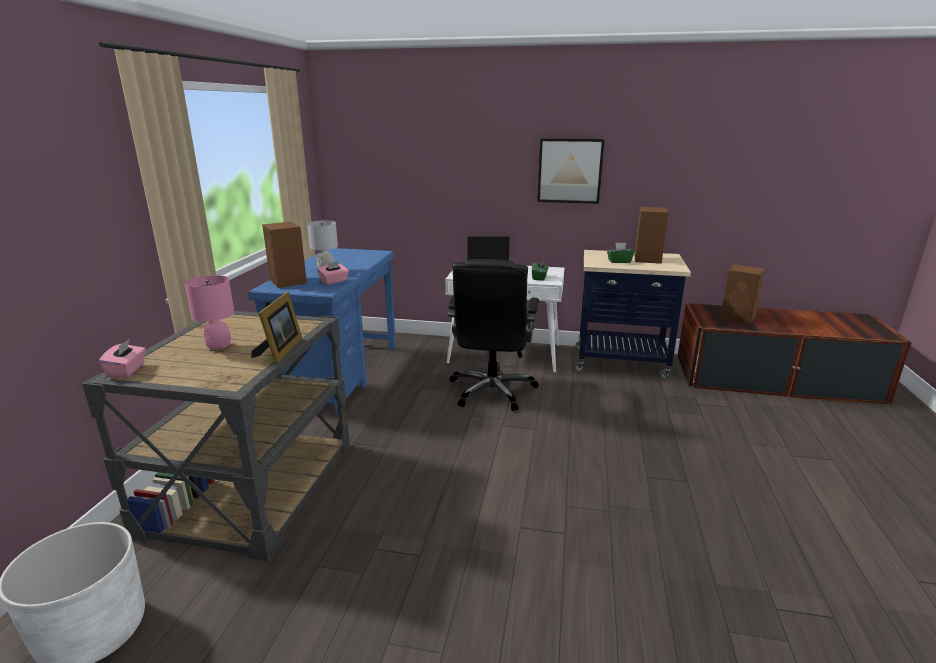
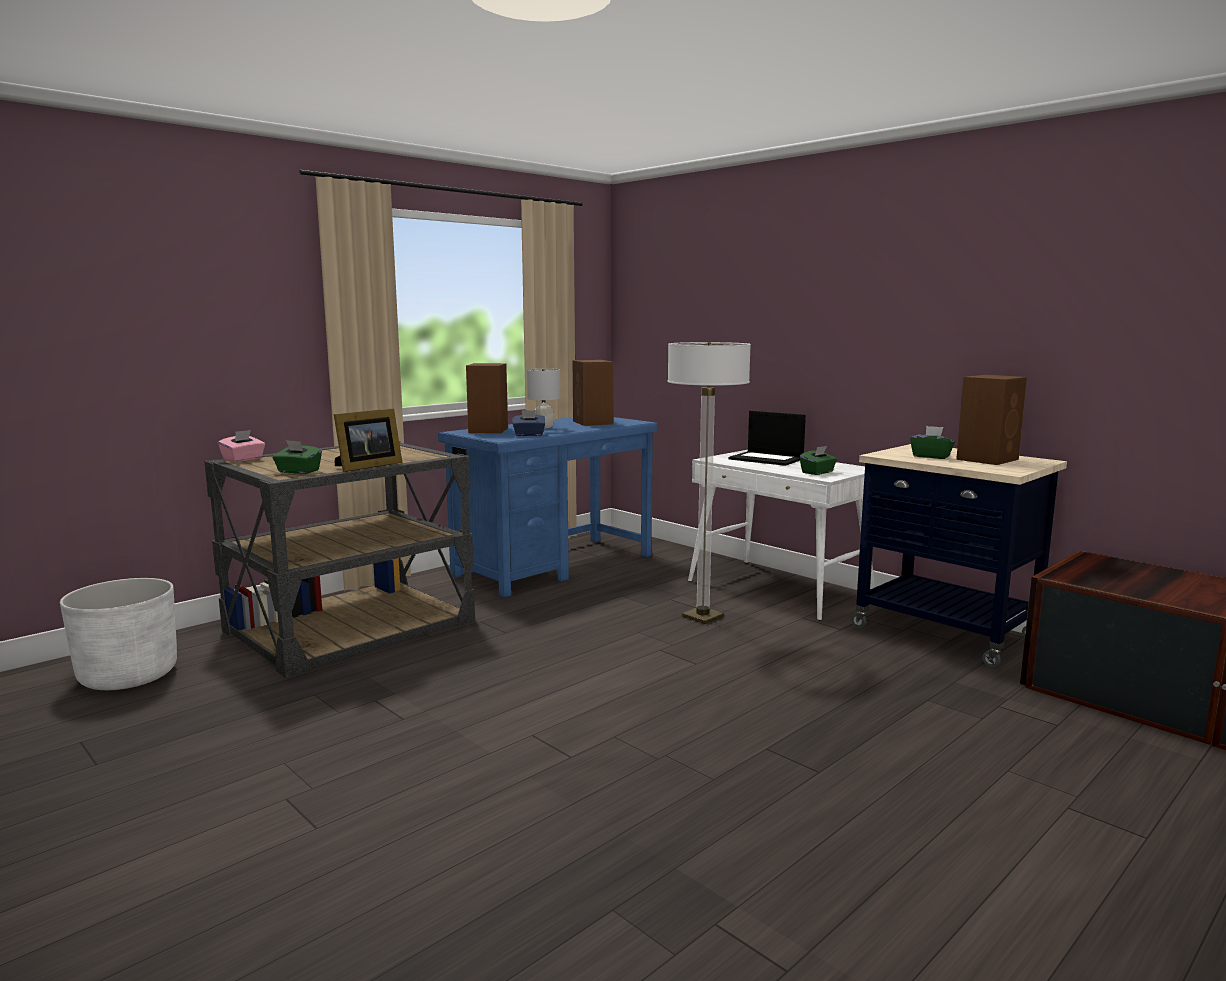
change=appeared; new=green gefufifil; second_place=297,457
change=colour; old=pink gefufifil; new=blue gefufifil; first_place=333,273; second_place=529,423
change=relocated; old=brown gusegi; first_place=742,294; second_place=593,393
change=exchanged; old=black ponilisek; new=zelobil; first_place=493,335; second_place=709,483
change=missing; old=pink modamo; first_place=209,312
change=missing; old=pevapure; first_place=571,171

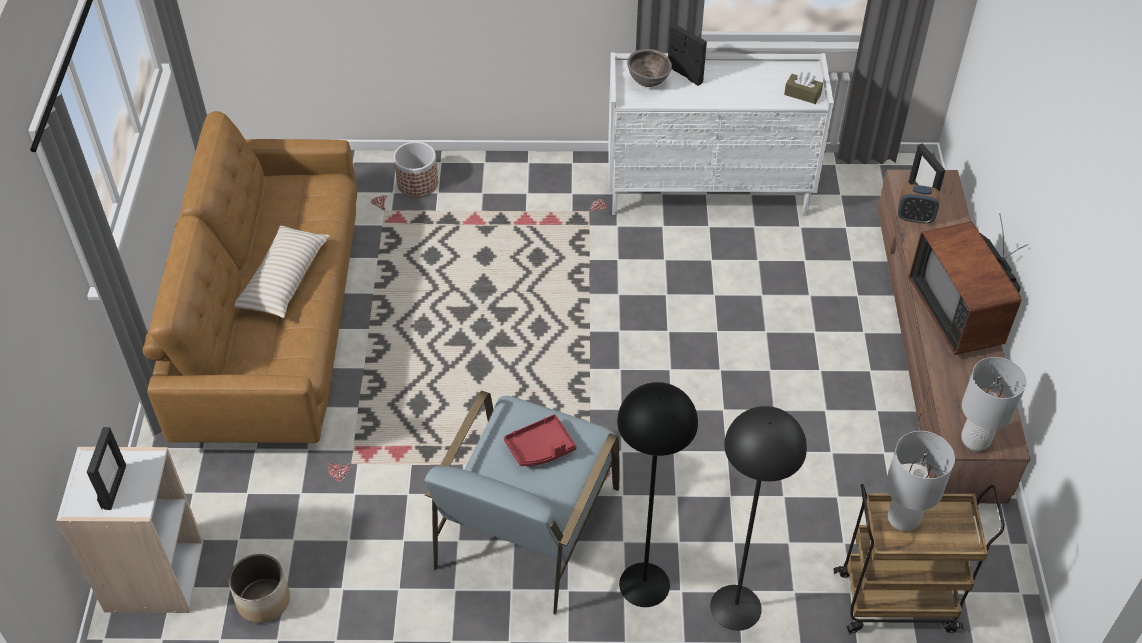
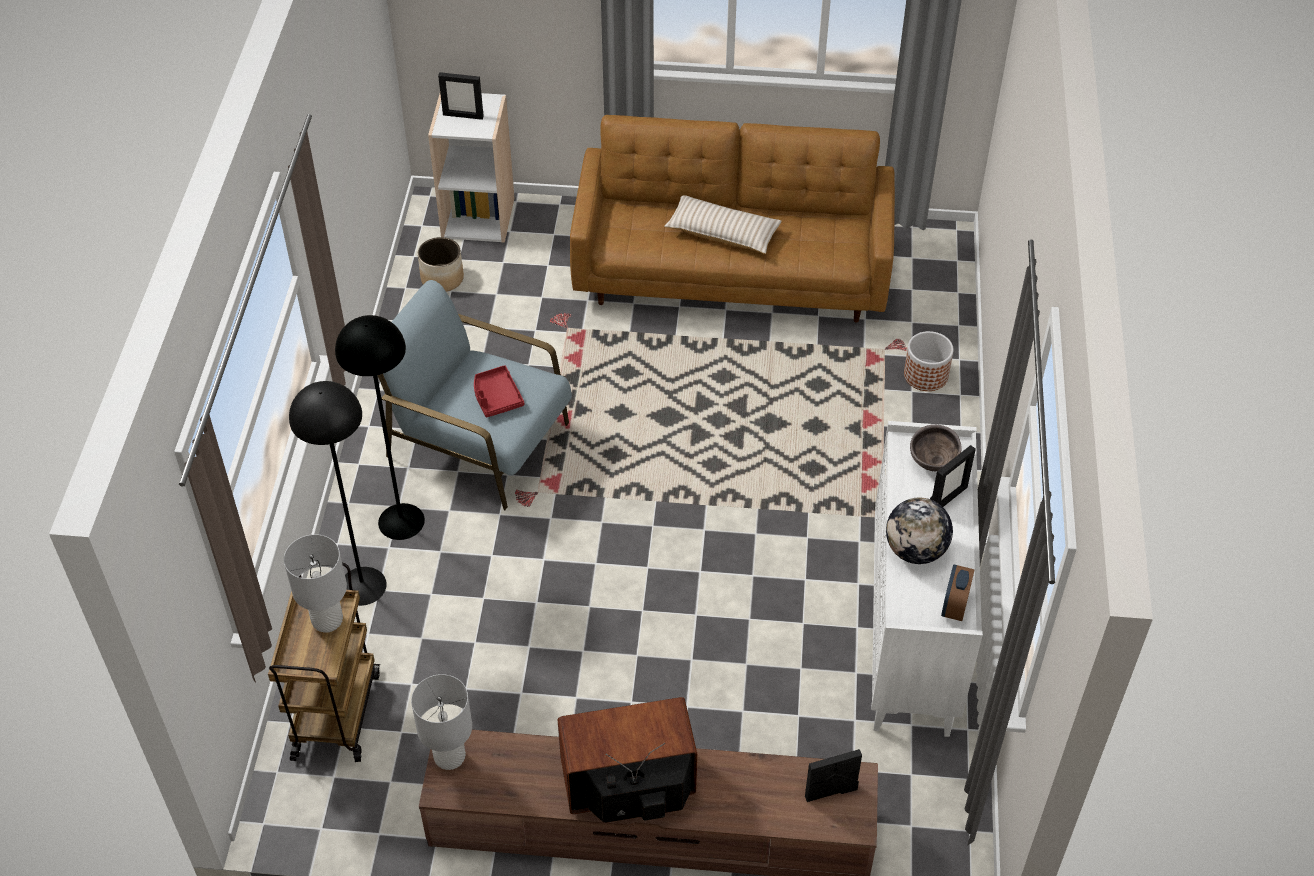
change=appeared; new=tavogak; second_place=919,531
change=relocated; old=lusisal; first_place=919,204; second_place=958,593
change=missing; old=brown gefufifil; first_place=803,87

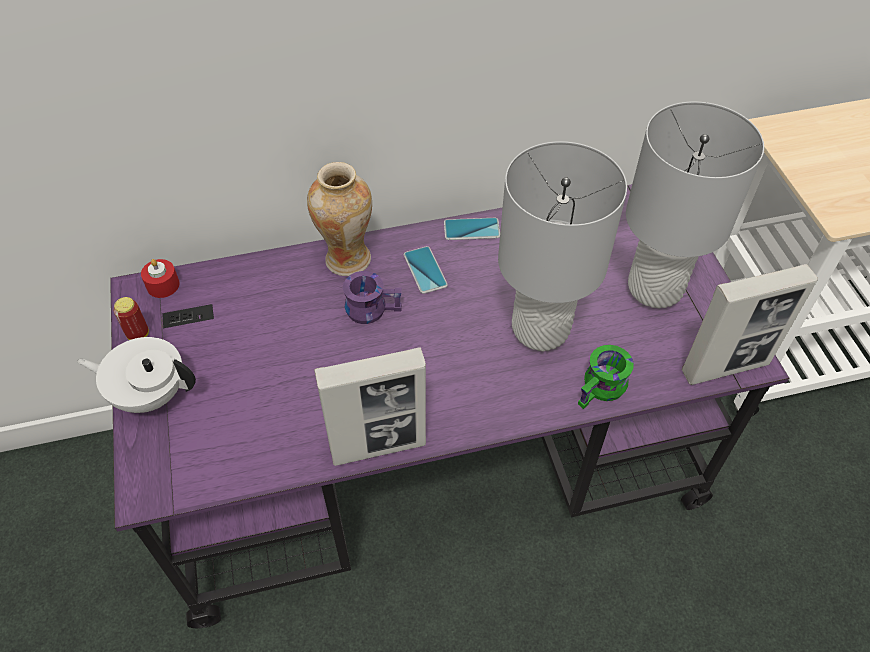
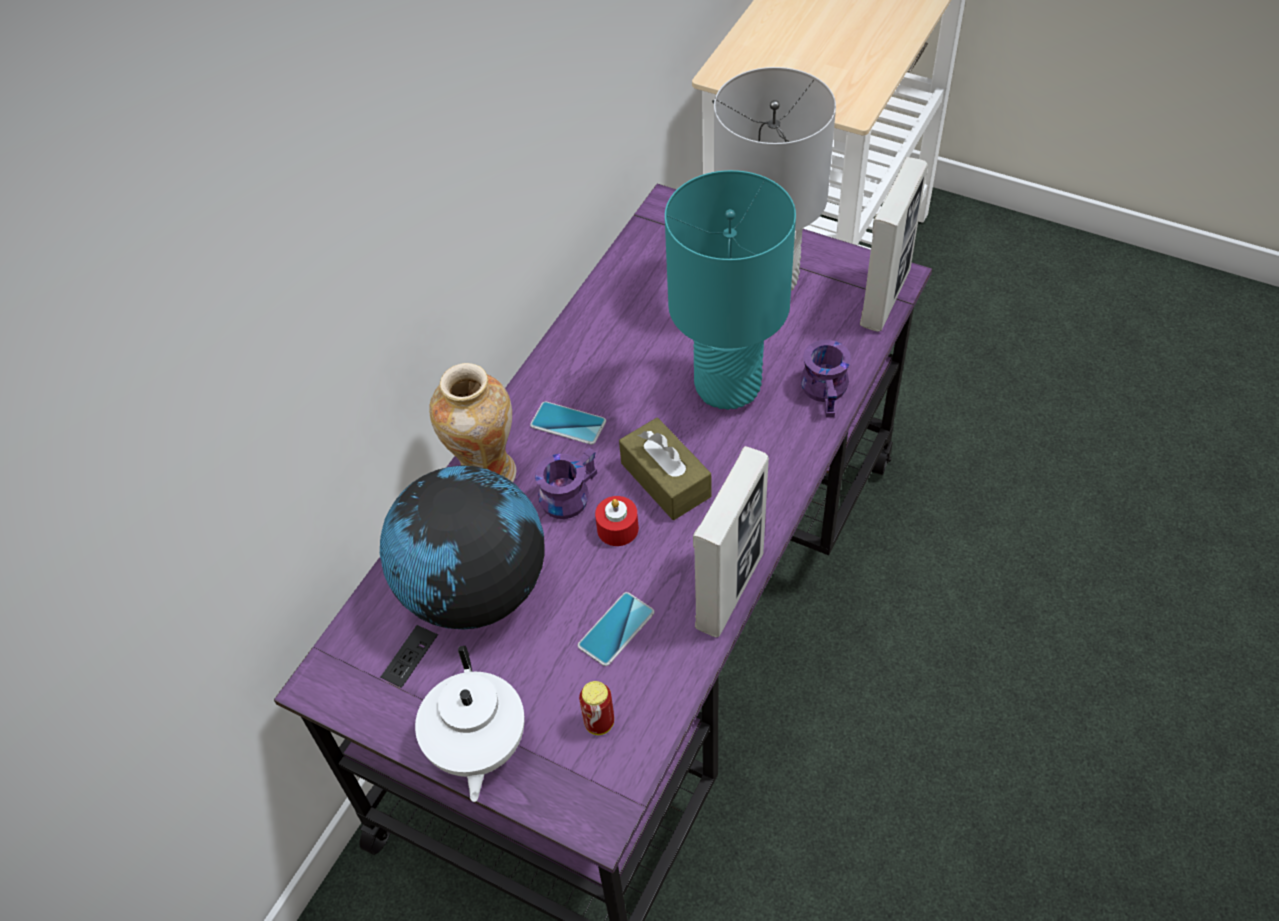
change=appeared; new=tavogak; second_place=462,548
change=spun; old=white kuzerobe; first_place=136,375; second_place=469,724; degrees=-60
change=relocated; old=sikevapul; first_place=472,229; second_place=616,629
change=relocated; old=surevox; first_place=131,318; second_place=596,708
change=relocated; old=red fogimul; first_place=160,278; second_place=617,521
change=appeared; new=brown gefufifil; second_place=665,469
change=colour; old=grey modamo; new=turquoise modamo; first_place=562,246; second_place=730,290
change=colour; old=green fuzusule; new=purple fuzusule; first_place=606,377; second_place=826,378

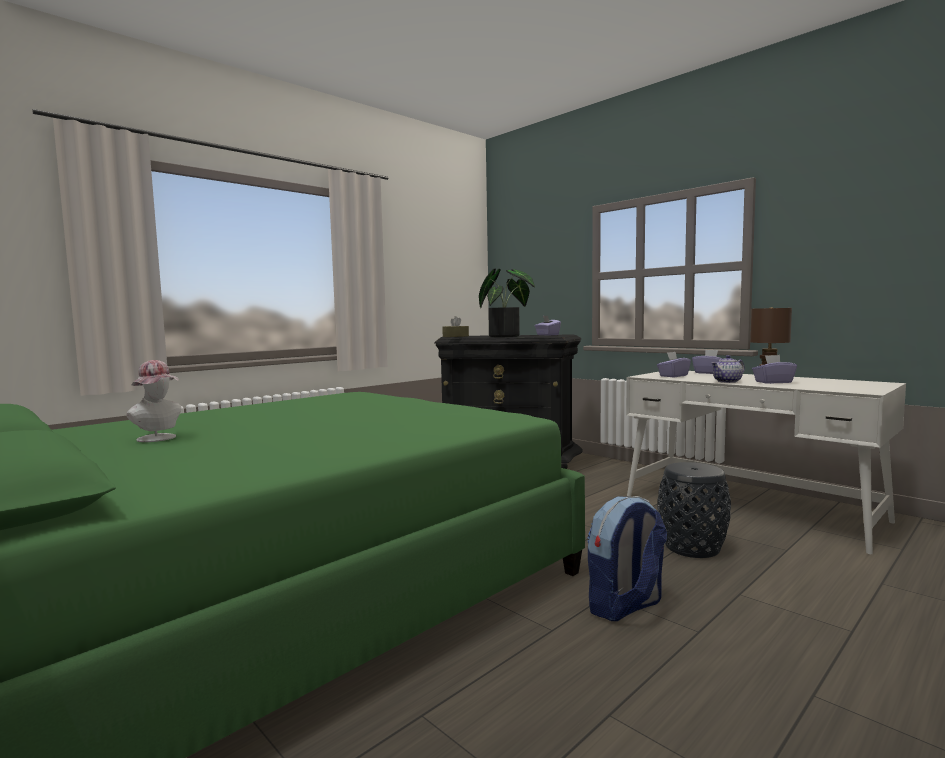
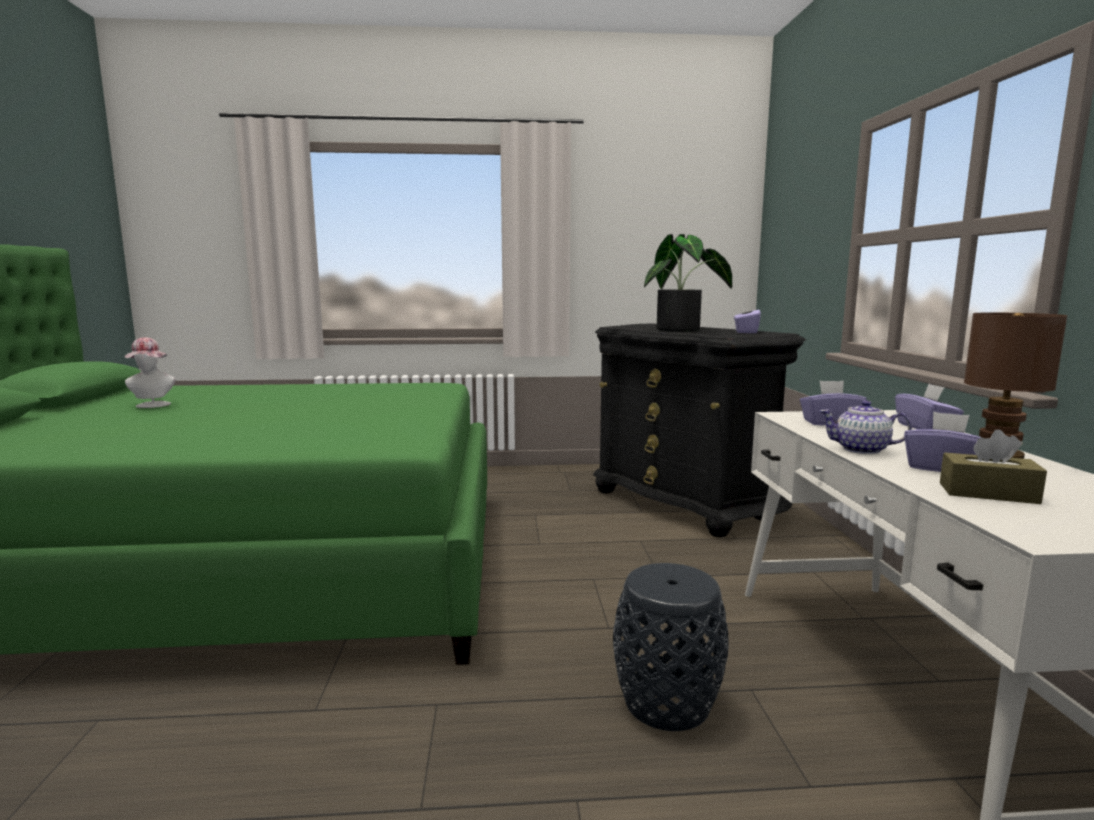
change=relocated; old=brown gefufifil; first_place=455,326; second_place=993,466
change=missing; old=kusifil; first_place=627,558

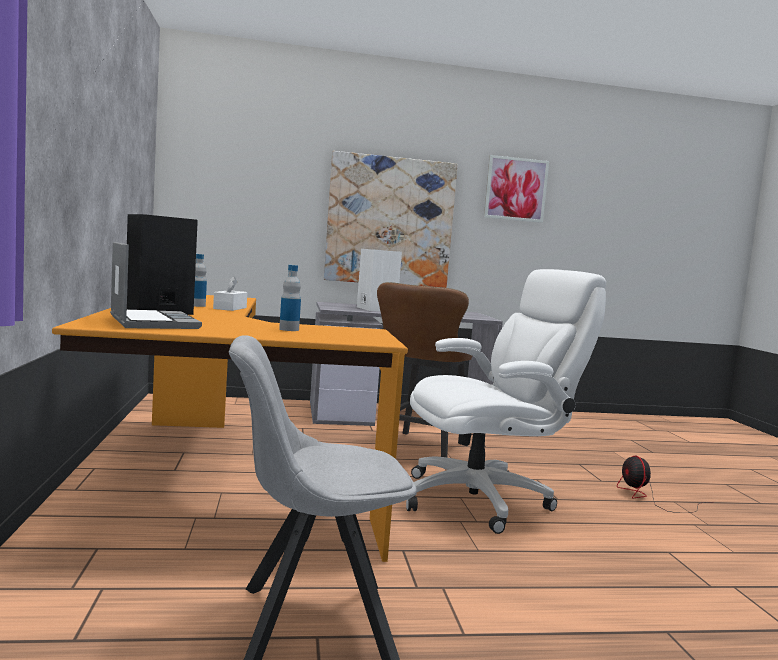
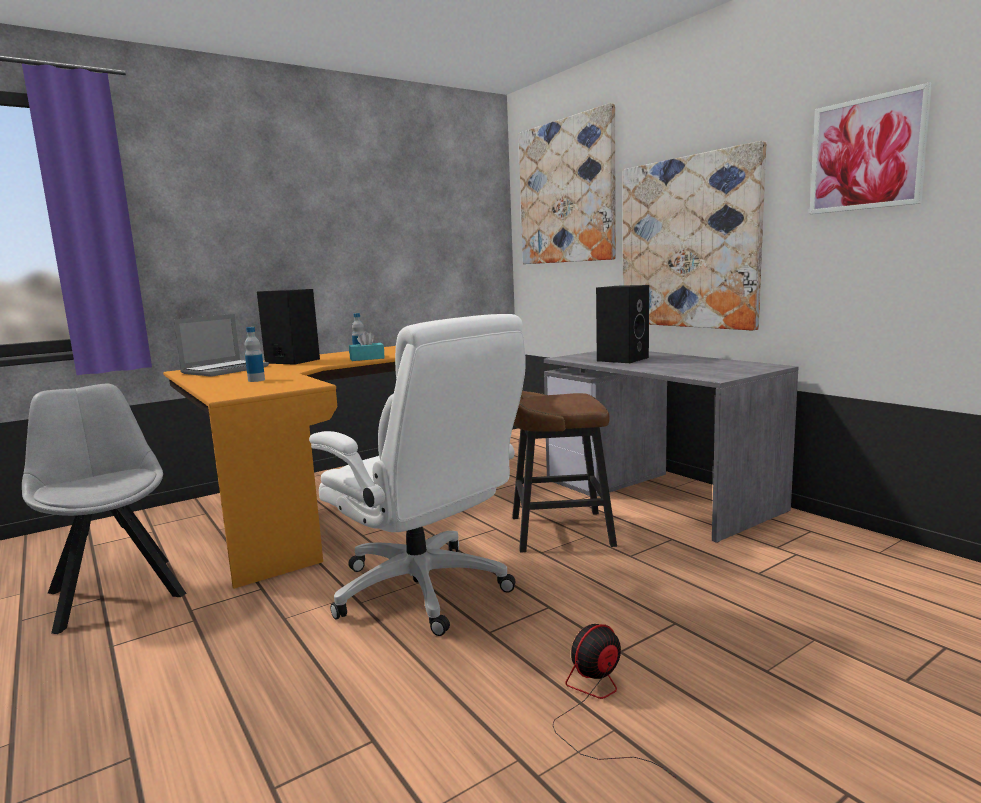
change=colour; old=white gefufifil; new=turquoise gefufifil; first_place=230,293; second_place=367,346
change=appeared; new=pevapure; second_place=567,183
change=colour; old=white gusegi; new=black gusegi; first_place=379,280; second_place=622,324

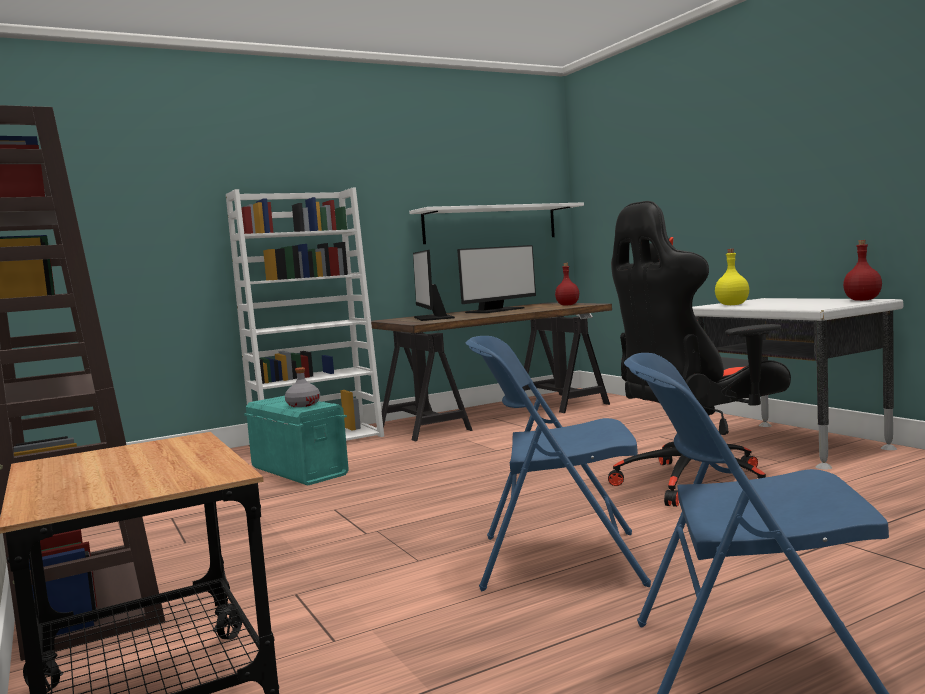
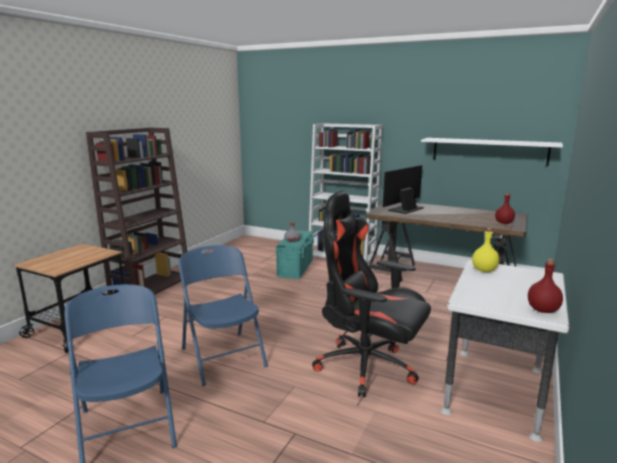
change=missing; old=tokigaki; first_place=496,279

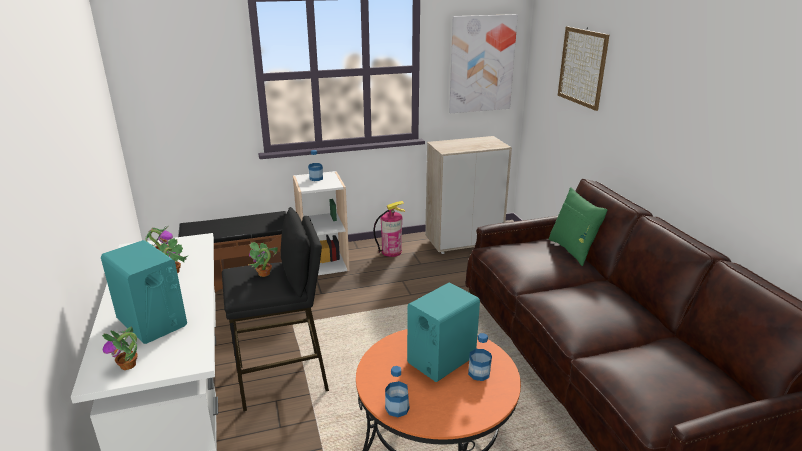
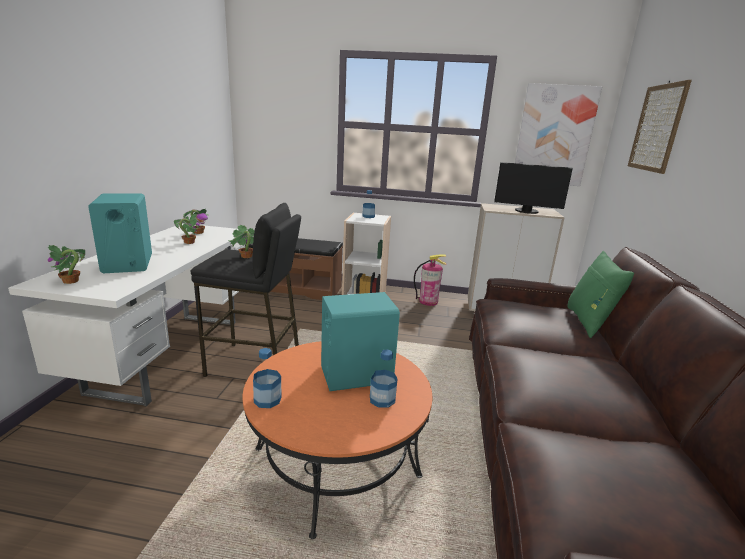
change=appeared; new=tokigaki; second_place=533,188

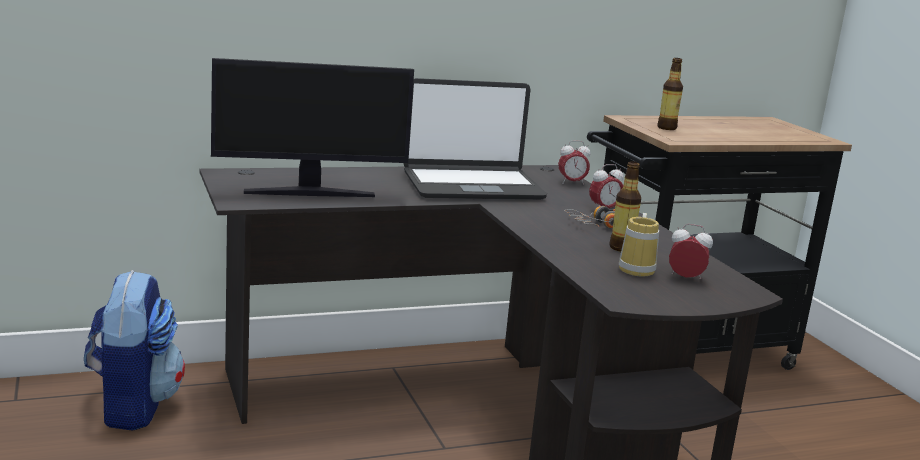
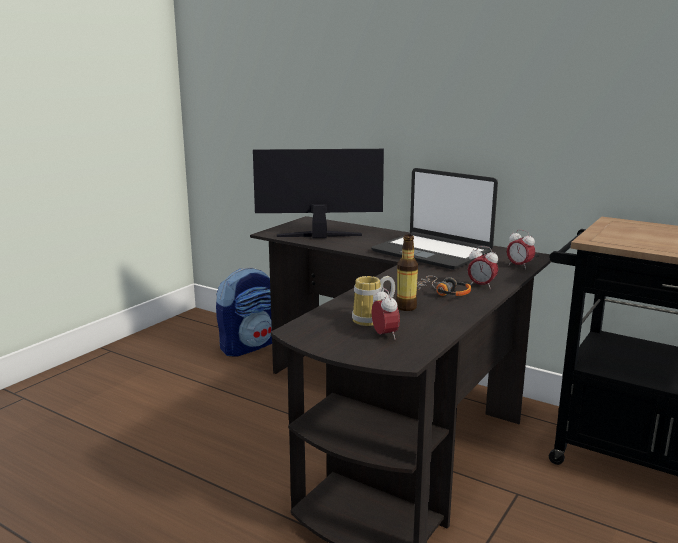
change=spun; old=tokigaki; first_place=312,127; second_place=318,193; degrees=135
change=missing; old=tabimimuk; first_place=670,94

